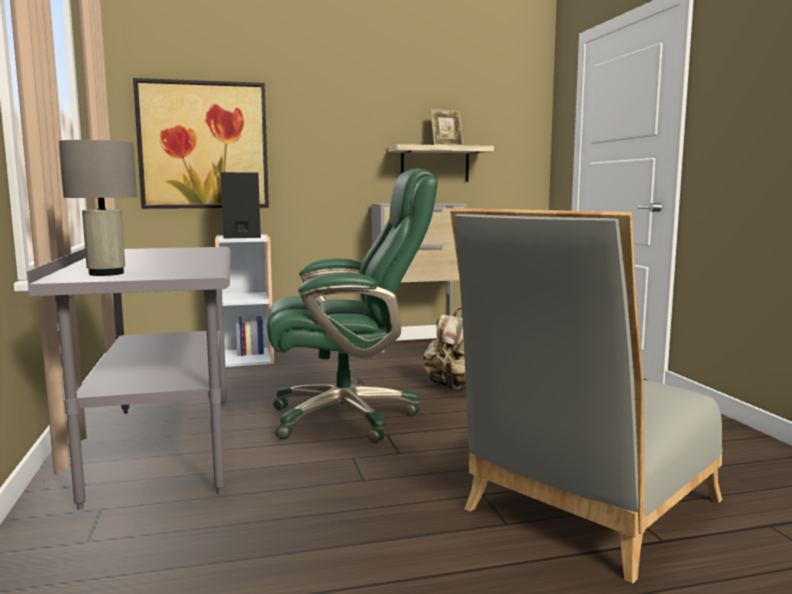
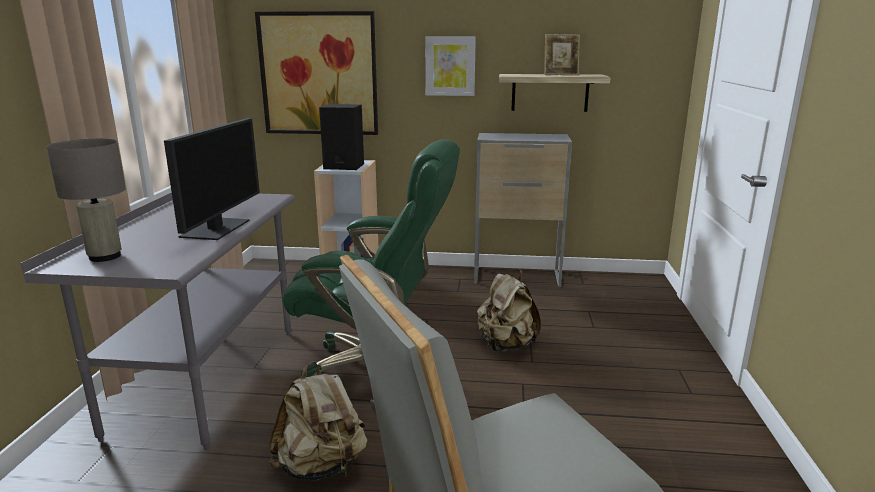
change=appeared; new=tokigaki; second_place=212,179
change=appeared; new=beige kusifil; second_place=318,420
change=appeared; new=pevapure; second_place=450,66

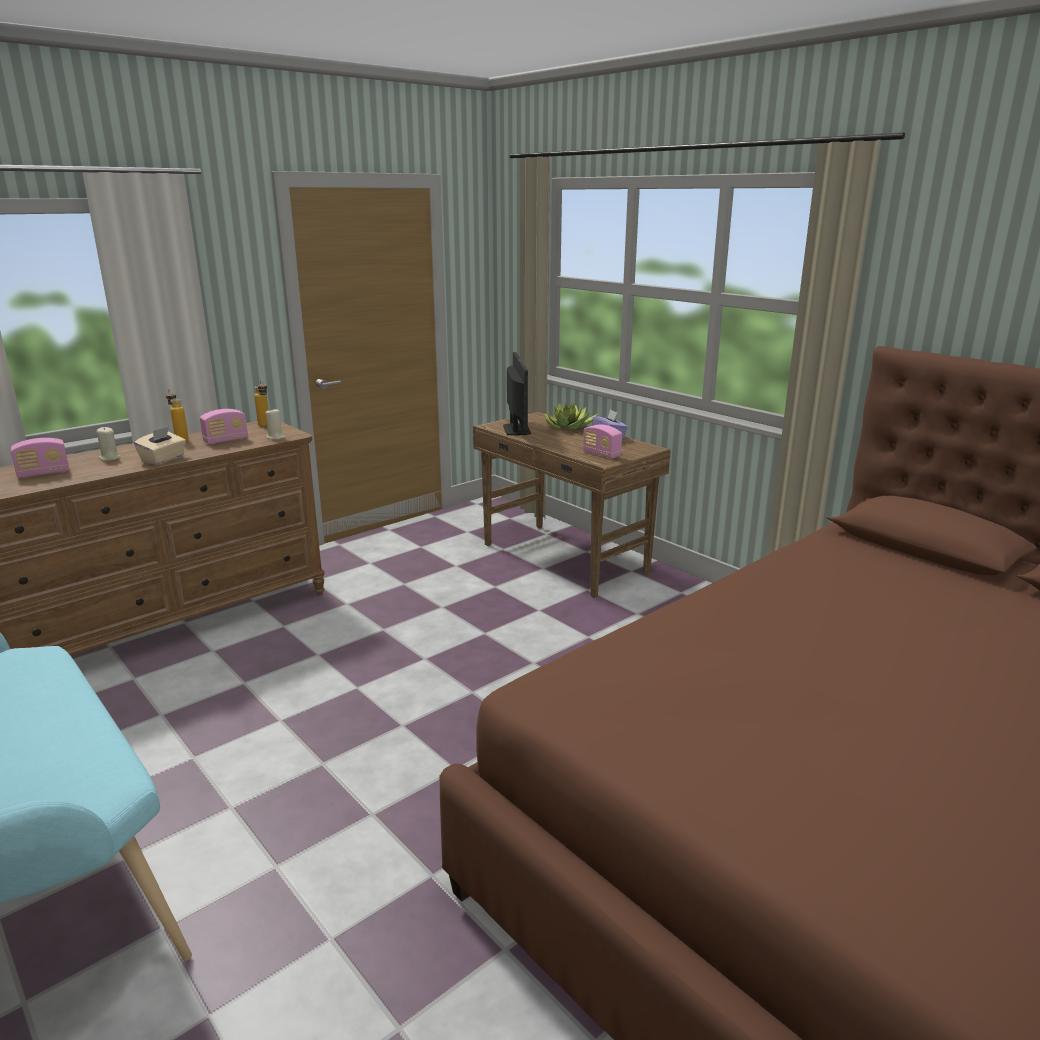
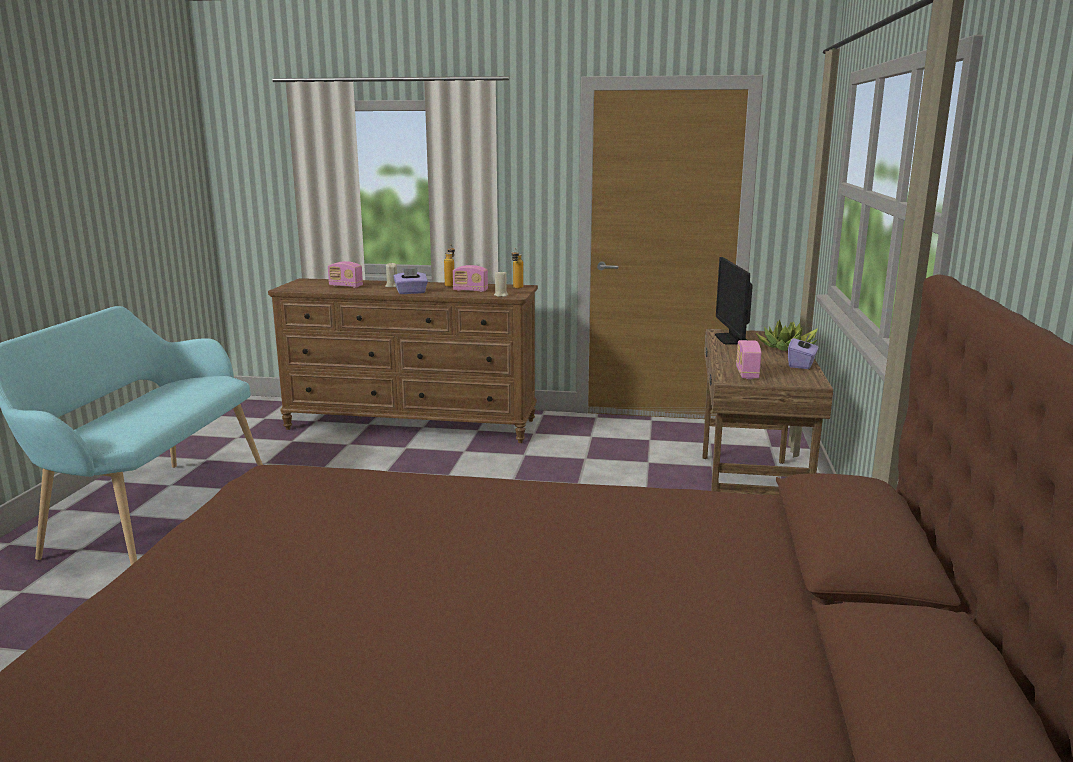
change=colour; old=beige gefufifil; new=purple gefufifil; first_place=160,446; second_place=411,281
change=spun; old=tokigaki; first_place=517,393; second_place=734,301; degrees=135

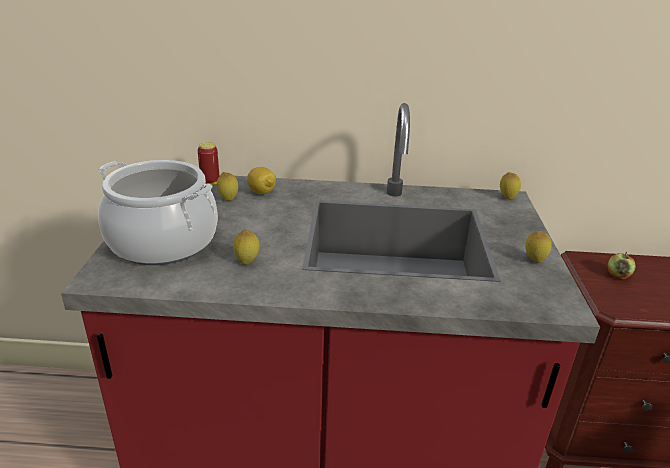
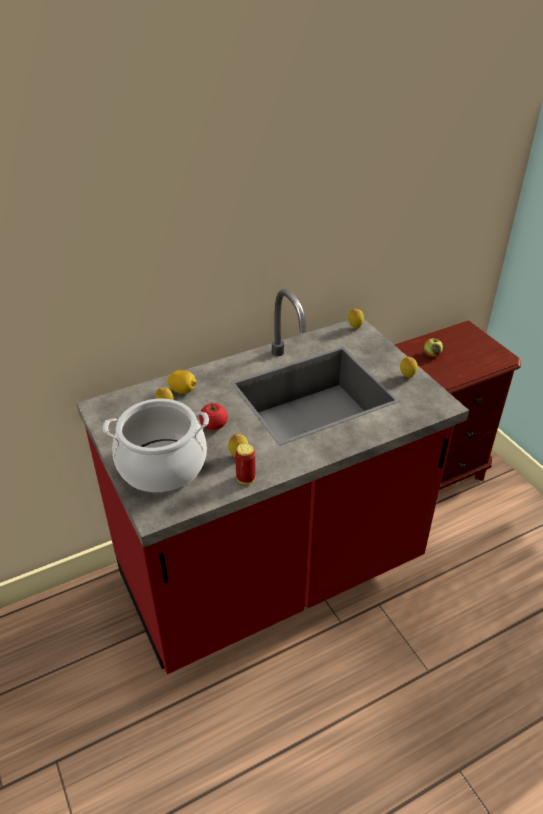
change=appeared; new=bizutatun; second_place=213,416
change=relocated; old=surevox; first_place=208,163; second_place=245,463

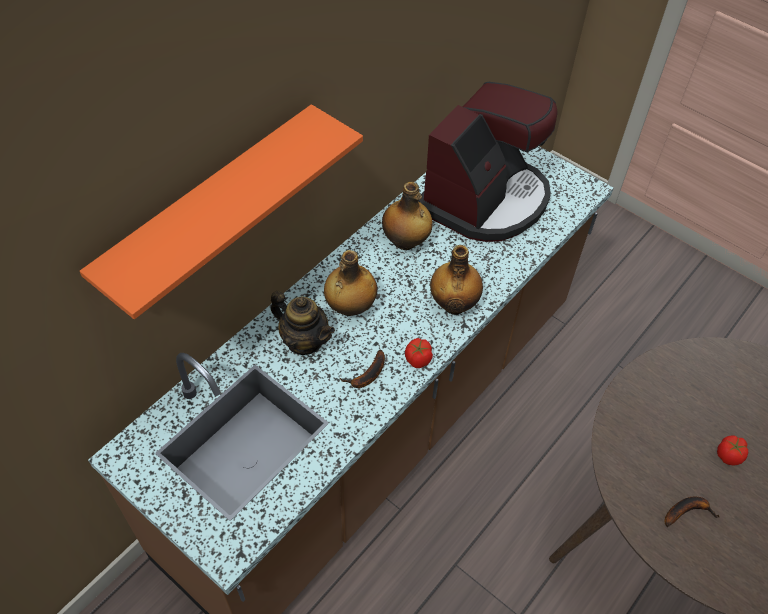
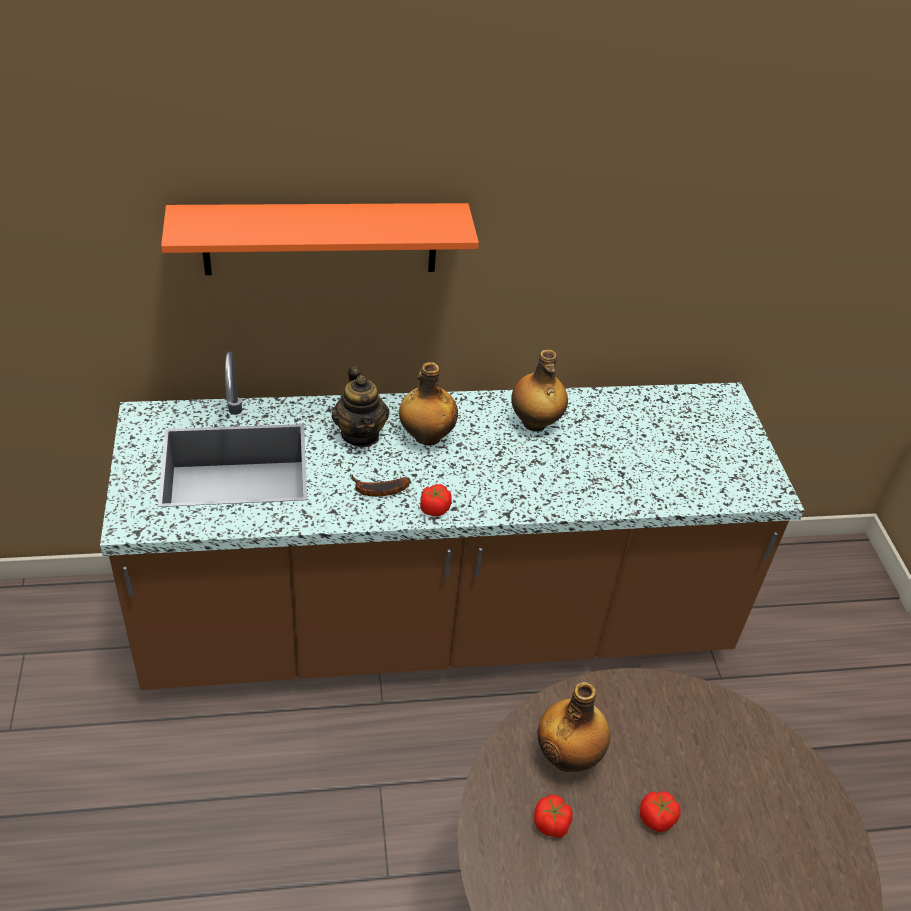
change=exchanged; old=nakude; new=bizutatun; first_place=692,511; second_place=553,816
change=relocated; old=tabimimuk; first_place=456,280; second_place=574,727
change=missing; old=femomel; first_place=488,162

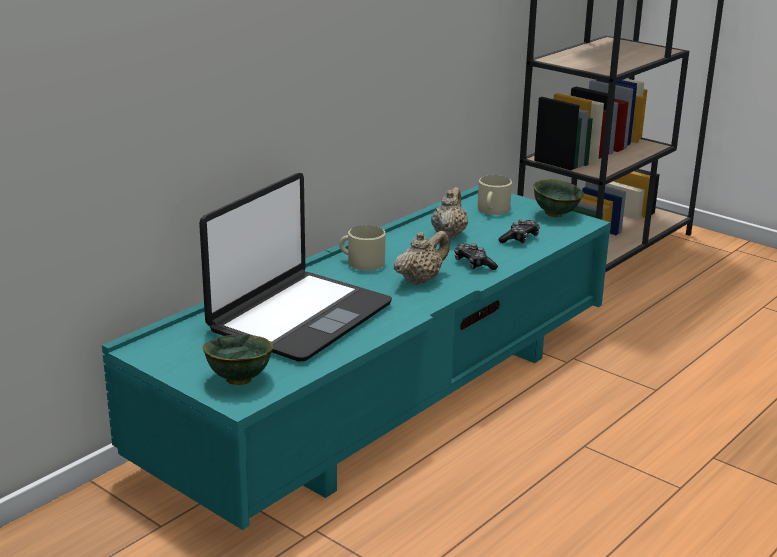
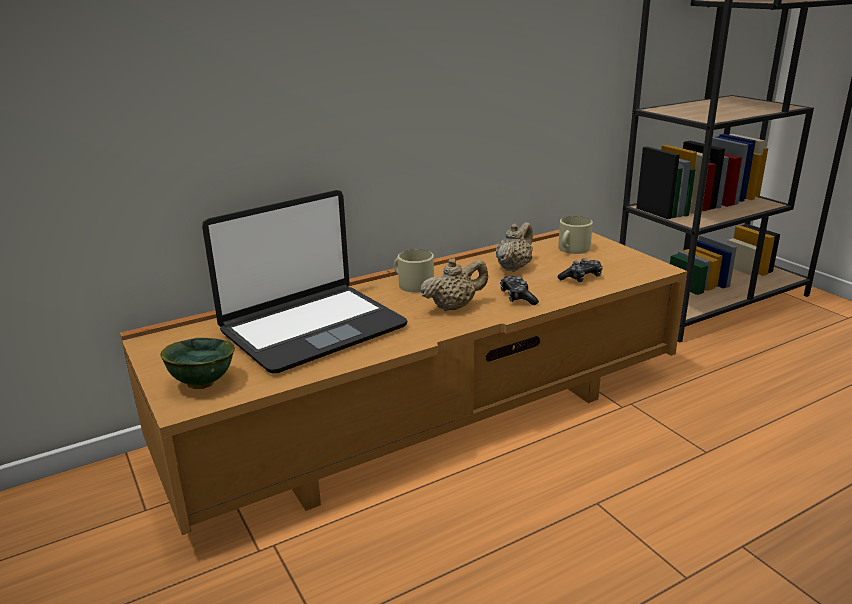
change=colour; old=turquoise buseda; new=brown buseda; first_place=356,357; second_place=404,382
change=missing; old=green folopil; first_place=558,198

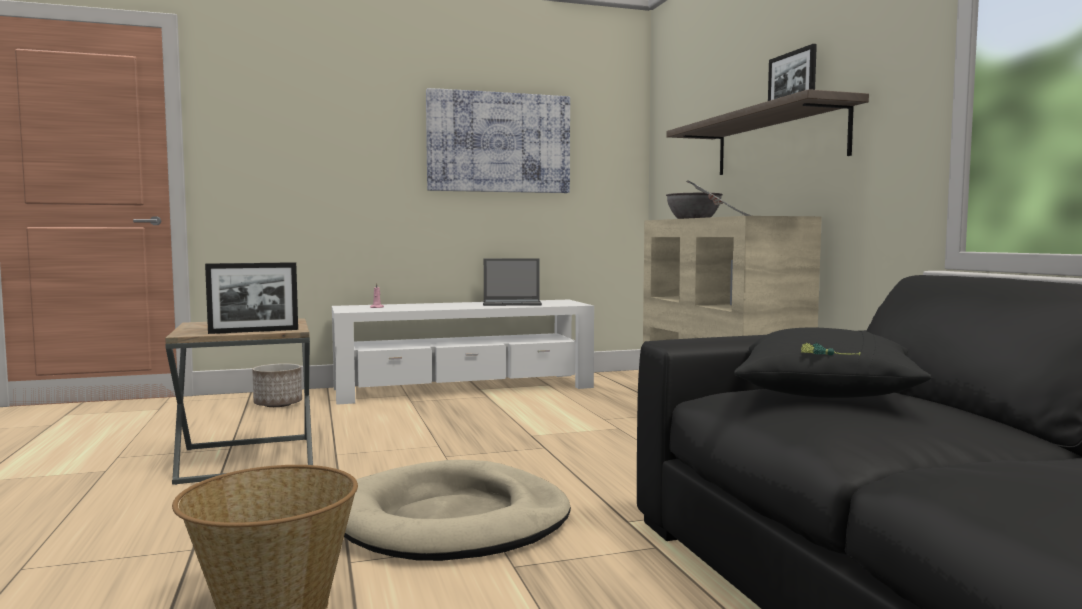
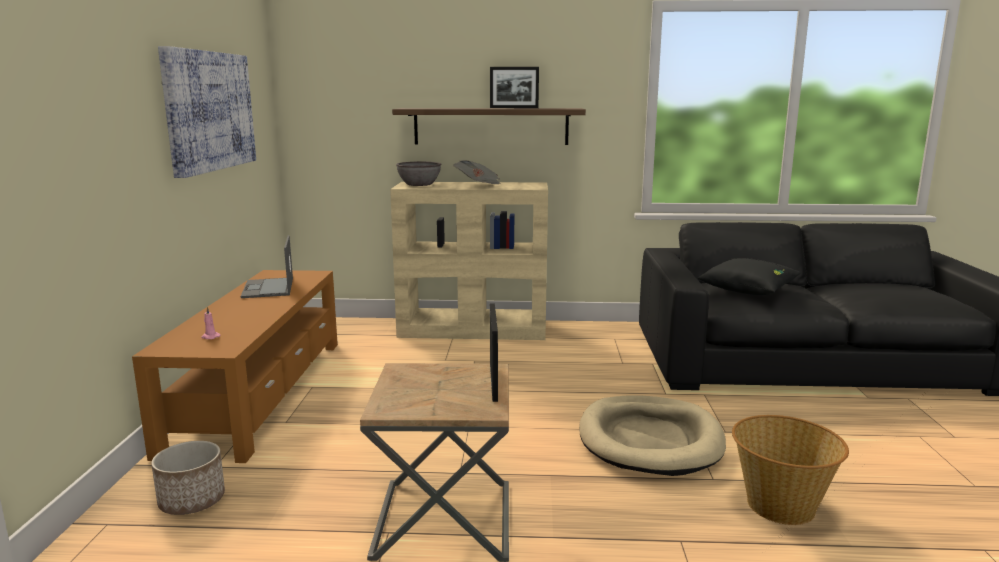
change=colour; old=white buseda; new=brown buseda; first_place=463,352; second_place=235,366
change=spun; old=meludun; first_place=512,282; second_place=267,266; degrees=150

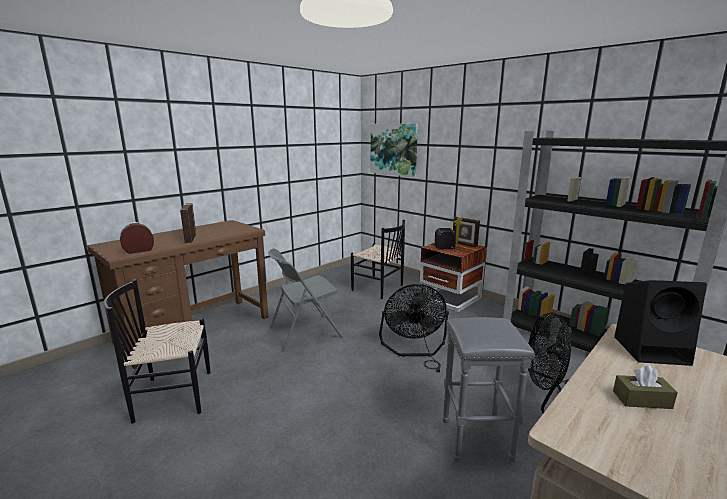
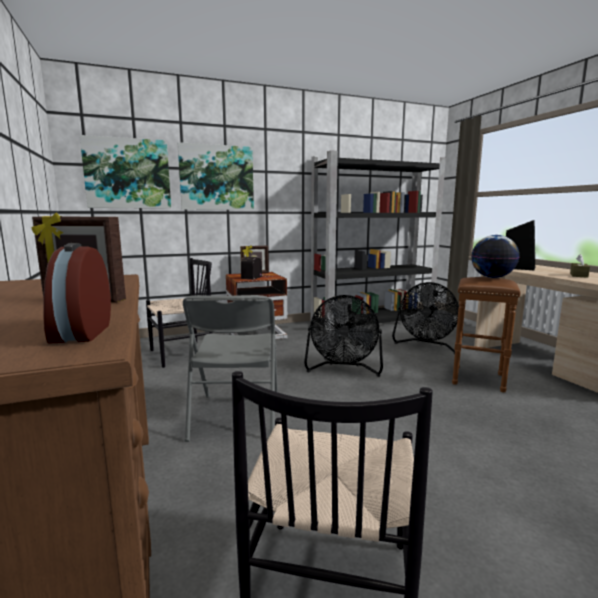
change=appeared; new=pevapure; second_place=215,176
change=spun; old=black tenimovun; first_place=414,328; second_place=343,336; degrees=-105
change=colour; old=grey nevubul; new=brown nevubul; first_place=489,389; second_place=486,334
change=appeared; new=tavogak; second_place=495,256

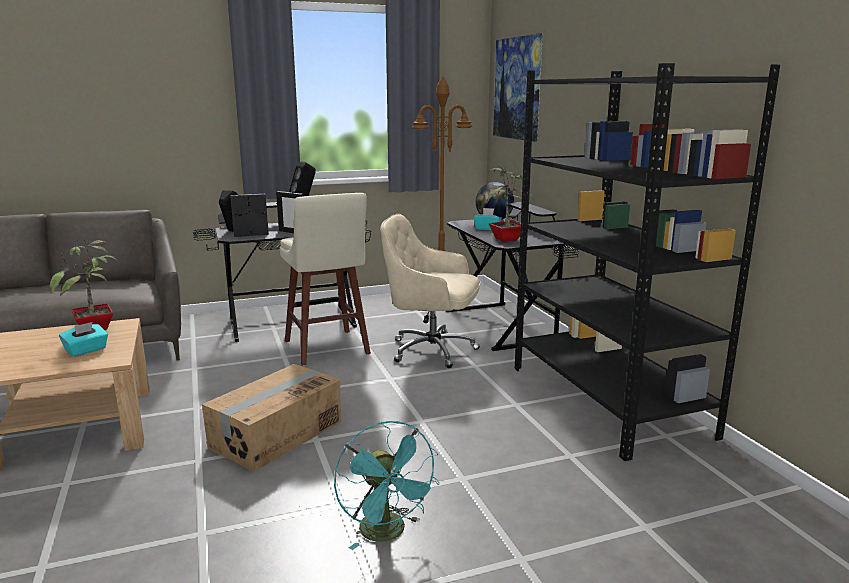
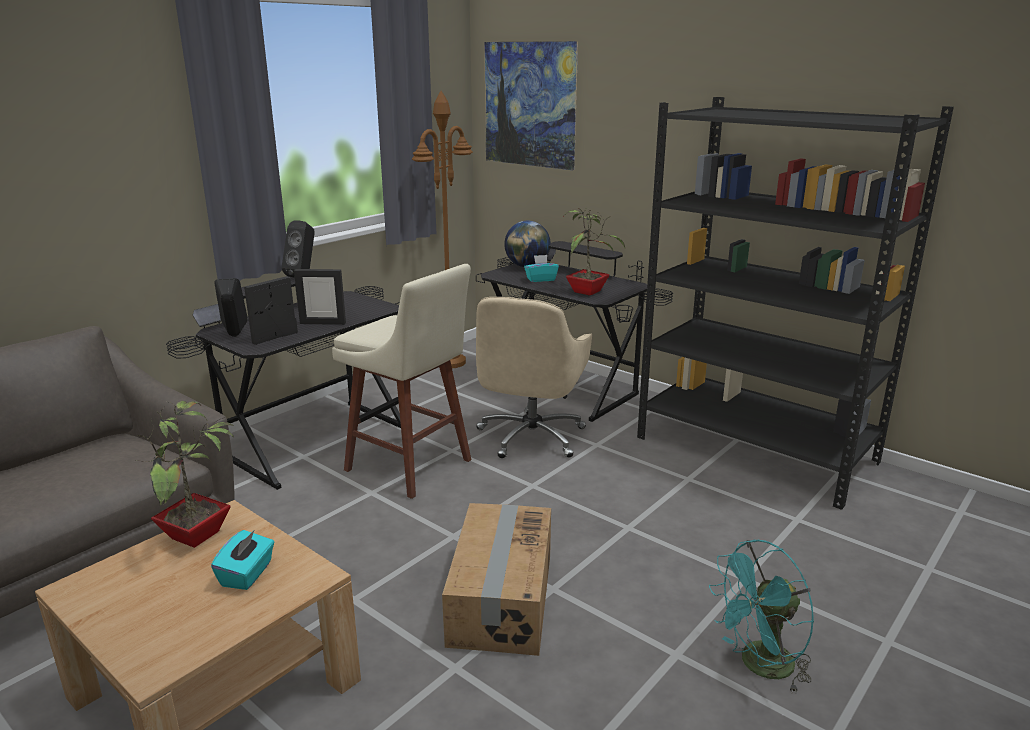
change=spun; old=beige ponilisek; first_place=430,291; second_place=534,377; degrees=-60
change=spun; old=turquoise tenimovun; first_place=387,485; second_place=761,615; degrees=120

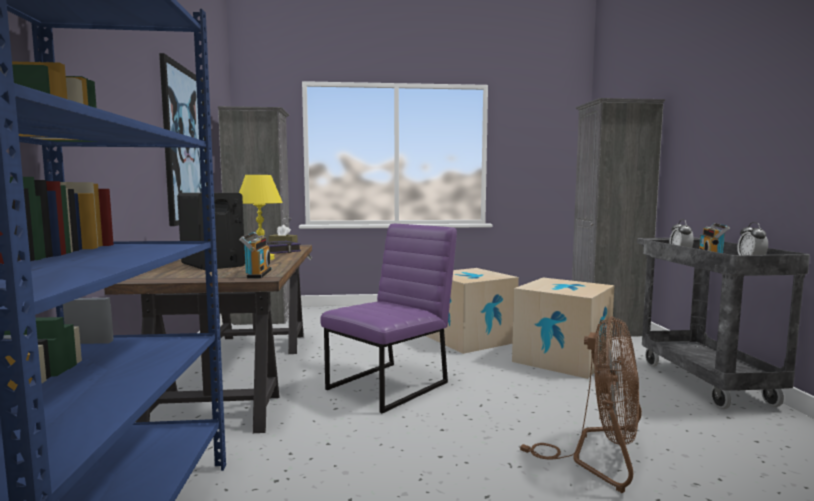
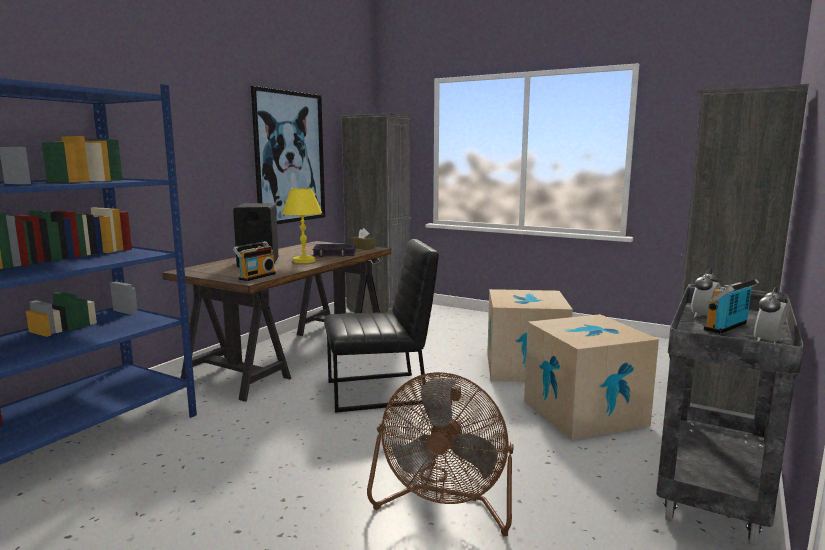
change=colour; old=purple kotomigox; new=black kotomigox; first_place=388,318; second_place=381,326
change=spun; old=brown tenimovun; first_place=581,404; second_place=440,454; degrees=45

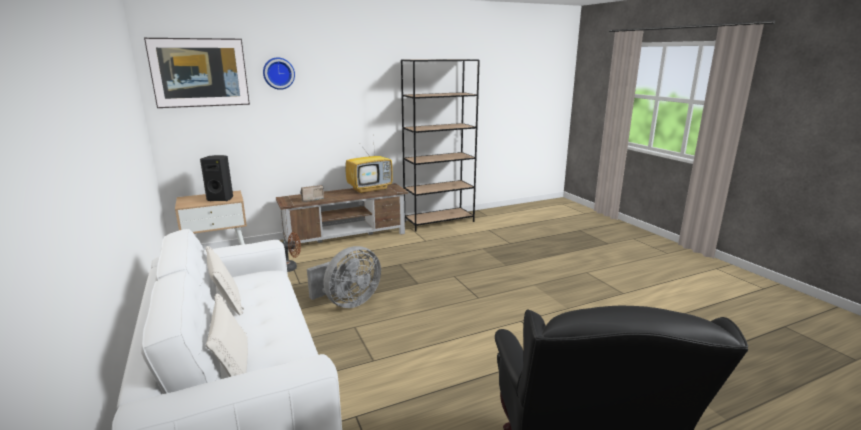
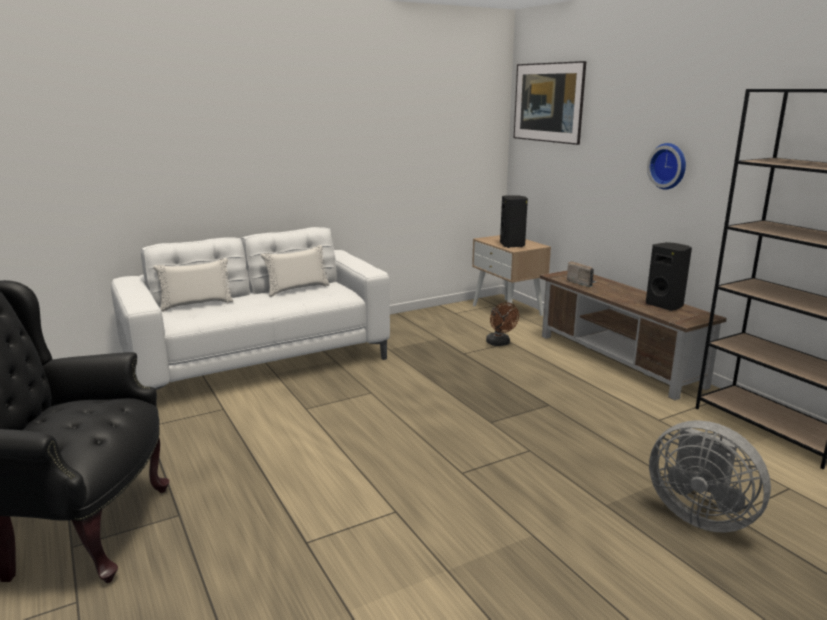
change=exchanged; old=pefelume; new=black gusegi; first_place=369,167; second_place=669,276
change=relocated; old=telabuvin; first_place=279,73; second_place=666,166
change=relocated; old=grey tenimovun; first_place=344,277; second_place=710,476

